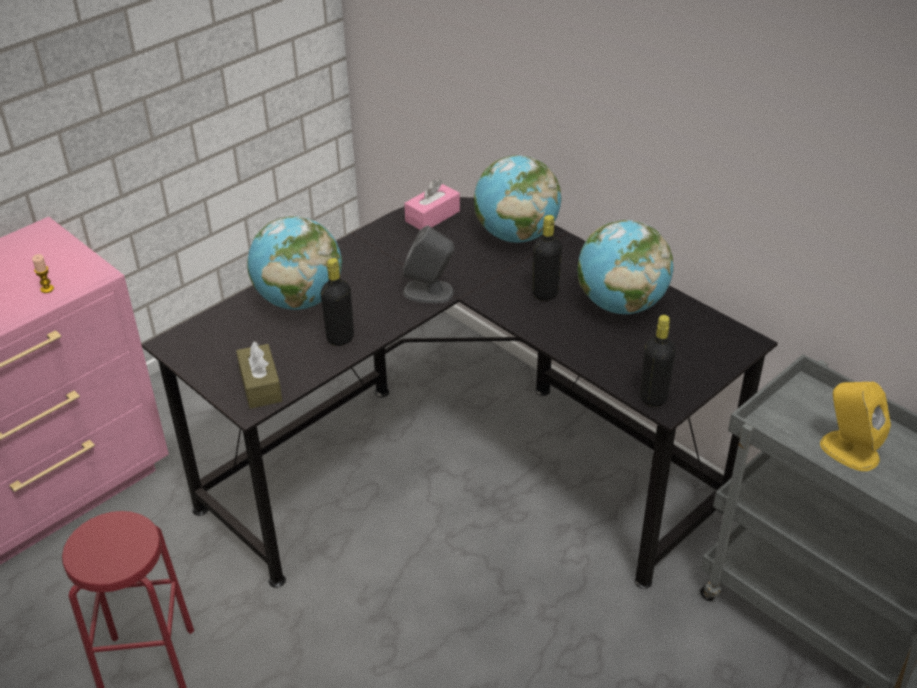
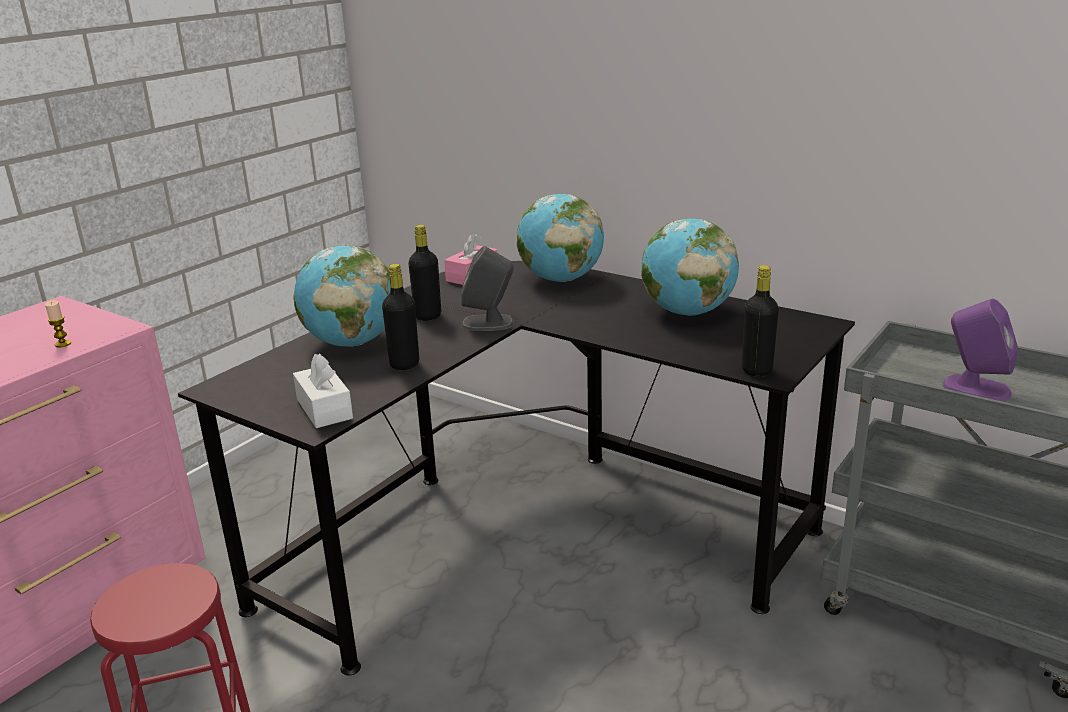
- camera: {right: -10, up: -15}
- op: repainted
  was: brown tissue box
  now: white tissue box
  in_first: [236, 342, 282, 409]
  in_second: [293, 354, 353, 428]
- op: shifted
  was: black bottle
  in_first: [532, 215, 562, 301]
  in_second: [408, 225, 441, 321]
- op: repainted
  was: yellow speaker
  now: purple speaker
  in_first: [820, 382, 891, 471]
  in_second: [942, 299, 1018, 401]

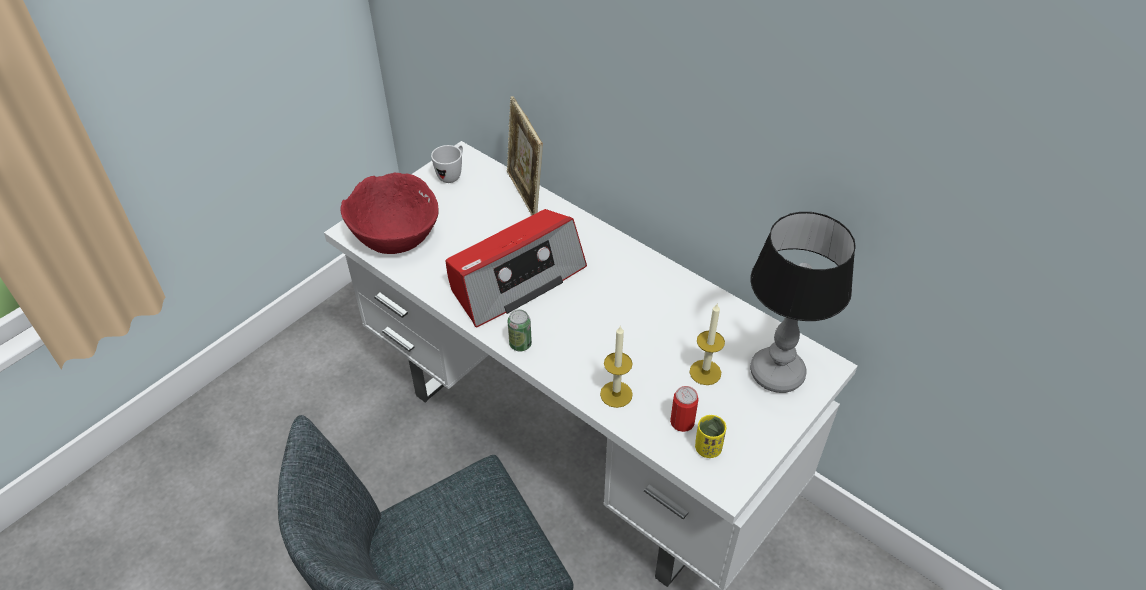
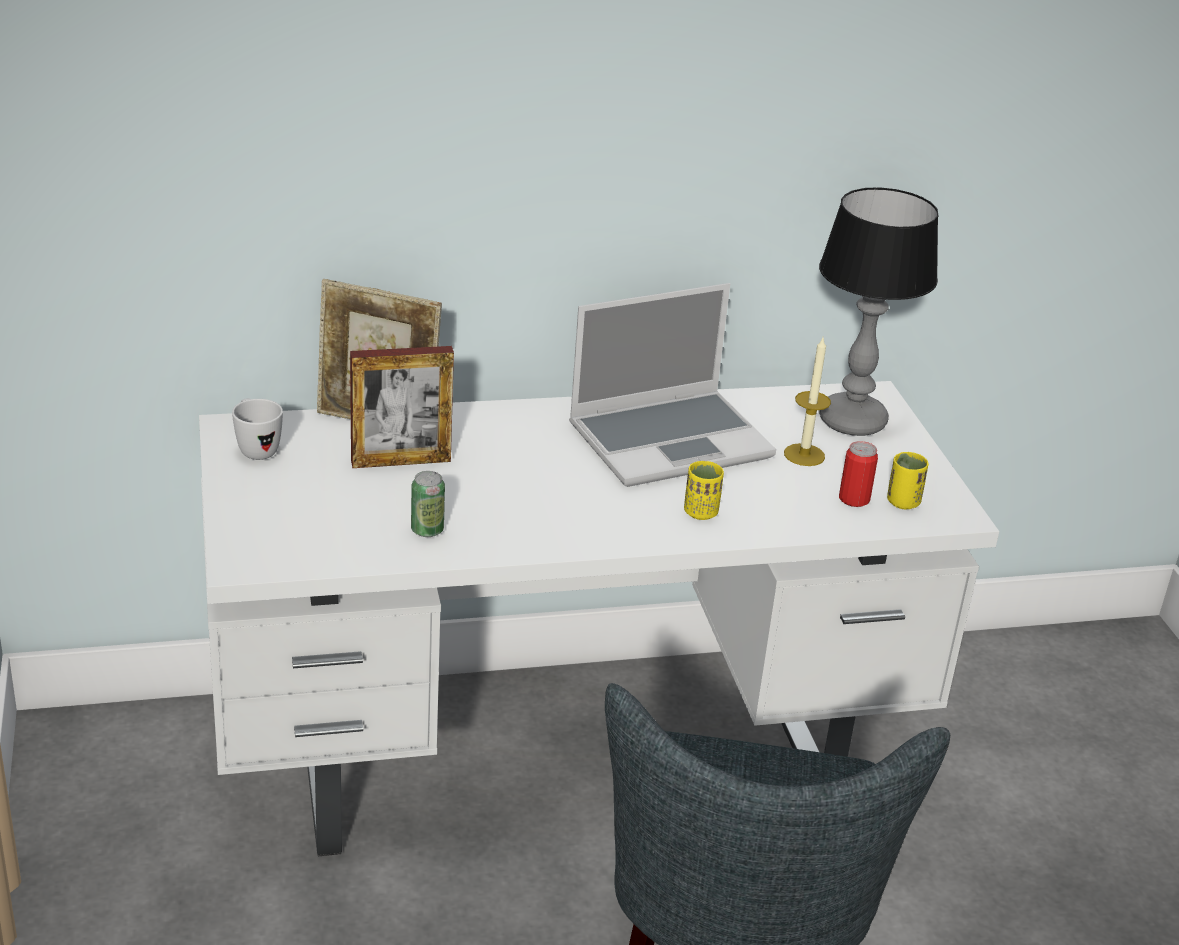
- camera: {right: -55, up: -15}
- op: gone
  was: red bowl
  in_first: [340, 172, 439, 254]
- op: gone
  was: radio
  in_first: [445, 209, 587, 327]
- op: shifted
  was: can
  in_first: [508, 310, 532, 352]
  in_second: [411, 471, 445, 537]
- op: gone
  was: candle
  in_first: [600, 326, 633, 408]
- op: new
  now: picture frame
  in_second: [350, 346, 454, 468]
- op: new
  now: laptop
  in_second: [569, 283, 776, 487]
- op: new
  now: yellow cup
  in_second: [684, 461, 724, 520]

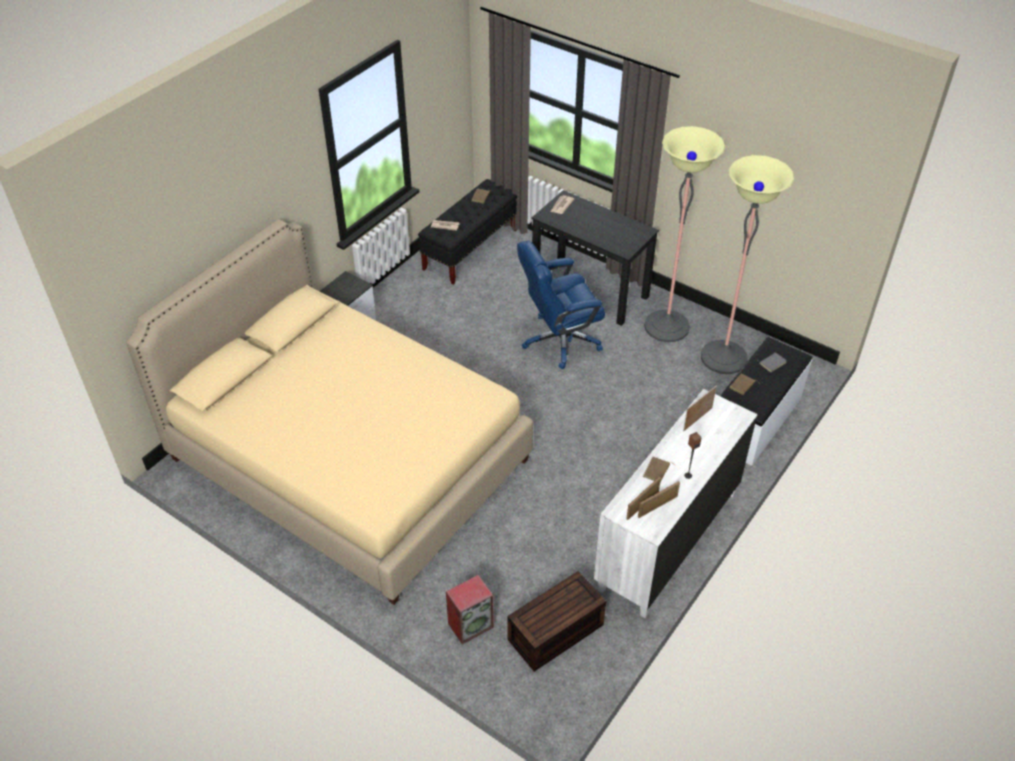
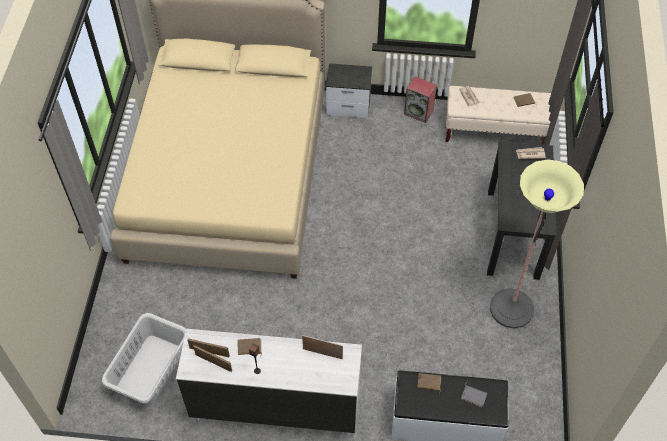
- camera: {right: 60, up: 10}
- op: repainted
  was: black bench
  now: beige bench
  in_first: [418, 179, 517, 285]
  in_second: [446, 86, 551, 145]
- op: shifted
  was: speaker
  in_first: [446, 575, 494, 644]
  in_second: [404, 77, 437, 123]
- op: swapped
  was: brown storage box
  now: grey laundry basket
  in_first: [508, 571, 606, 672]
  in_second: [102, 313, 186, 405]
- op: gone
  was: blue office chair
  in_first: [517, 241, 605, 369]
- op: gone
  was: floor lamp
  in_first: [701, 155, 794, 374]

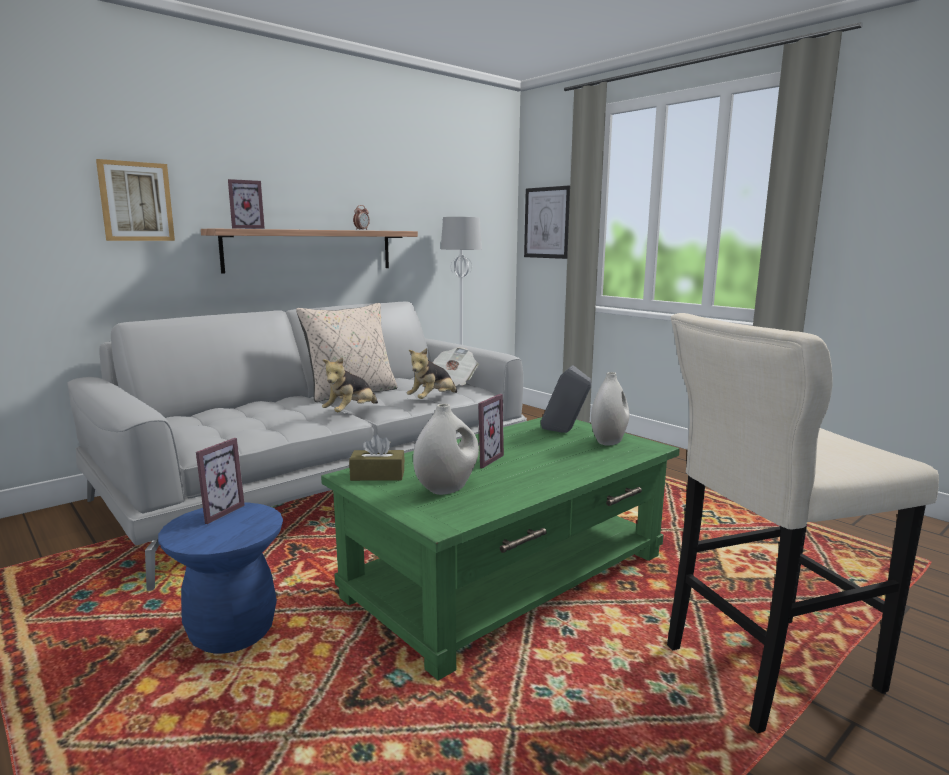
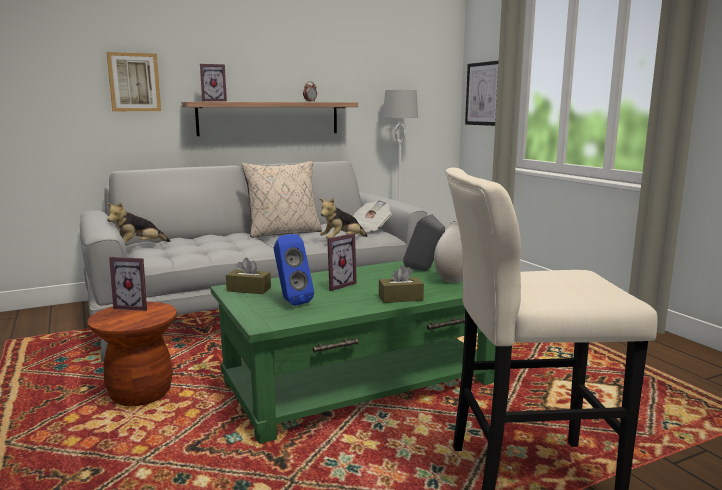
- camera: {right: 15, up: 0}
- op: repainted
  was: blue stool
  now: brown stool
  in_first: [158, 503, 283, 653]
  in_second: [87, 302, 177, 406]
- op: rotated
  was: picture frame
  in_first: [196, 438, 245, 524]
  in_second: [109, 257, 147, 311]
  clockwise: 60
- op: shifted
  was: plush toy
  in_first: [322, 357, 378, 412]
  in_second: [107, 202, 170, 243]
- op: swapped
  was: white vase
  now: blue speaker
  in_first: [413, 404, 479, 495]
  in_second: [274, 234, 314, 306]
- op: new
  now: brown tissue box
  in_second: [379, 265, 424, 303]

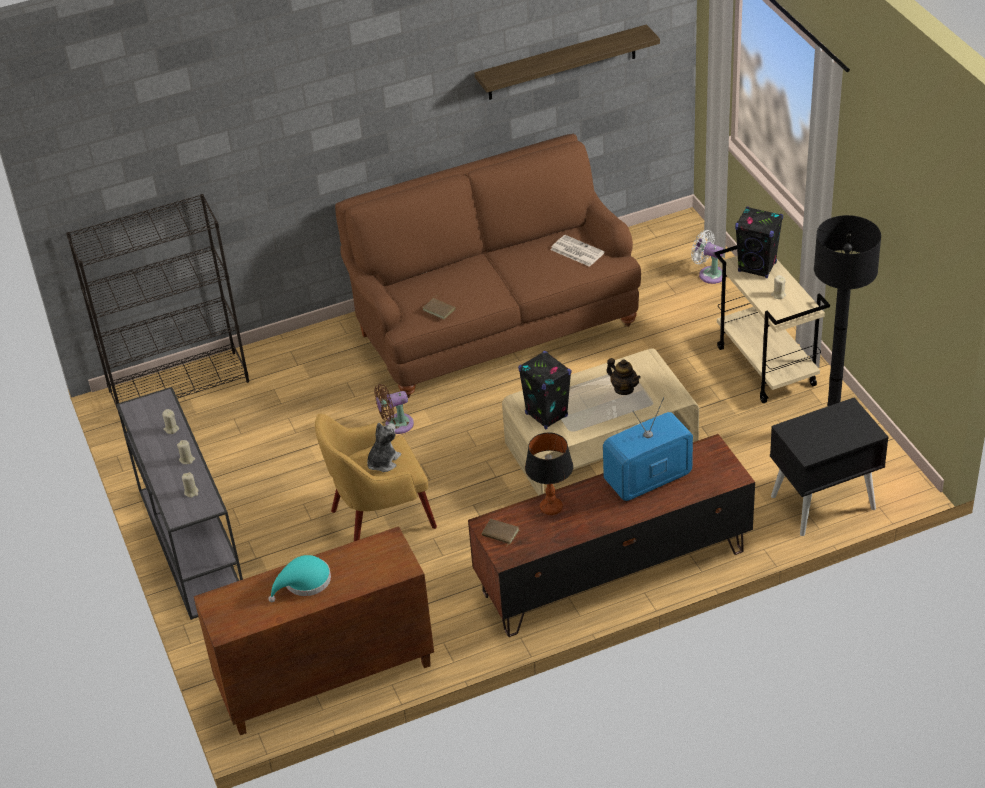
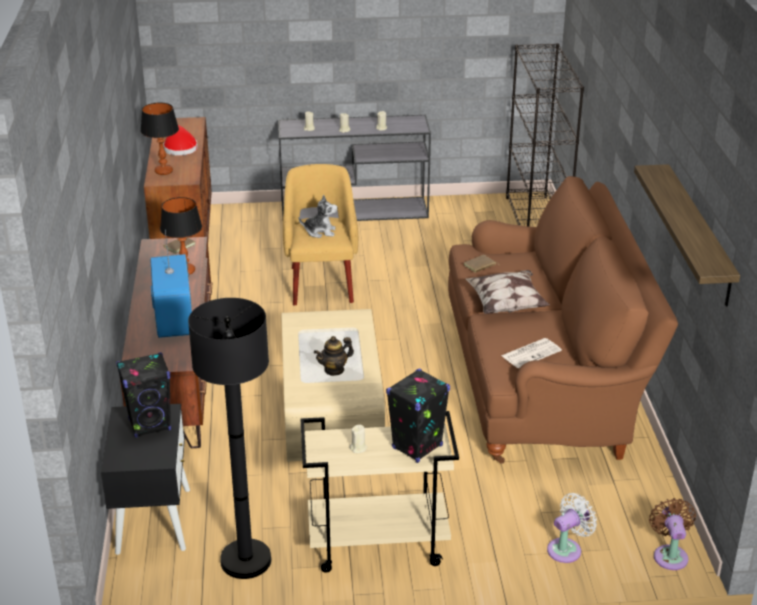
- camera: {right: 105, up: -10}
- op: repainted
  was: turquoise hat
  now: red hat
  in_first: [268, 555, 331, 602]
  in_second: [163, 125, 198, 156]
- op: rotated
  was: plush toy
  in_first: [367, 422, 401, 472]
  in_second: [299, 195, 338, 238]
  clockwise: -45
- op: shifted
  was: brown fan
  in_first: [374, 384, 414, 434]
  in_second: [649, 498, 696, 570]
- op: shifted
  was: black speaker
  in_first: [518, 351, 572, 429]
  in_second: [116, 352, 171, 438]
- op: new
  now: table lamp
  in_second: [140, 103, 179, 175]
- op: new
  now: pillow
  in_second: [466, 270, 550, 314]

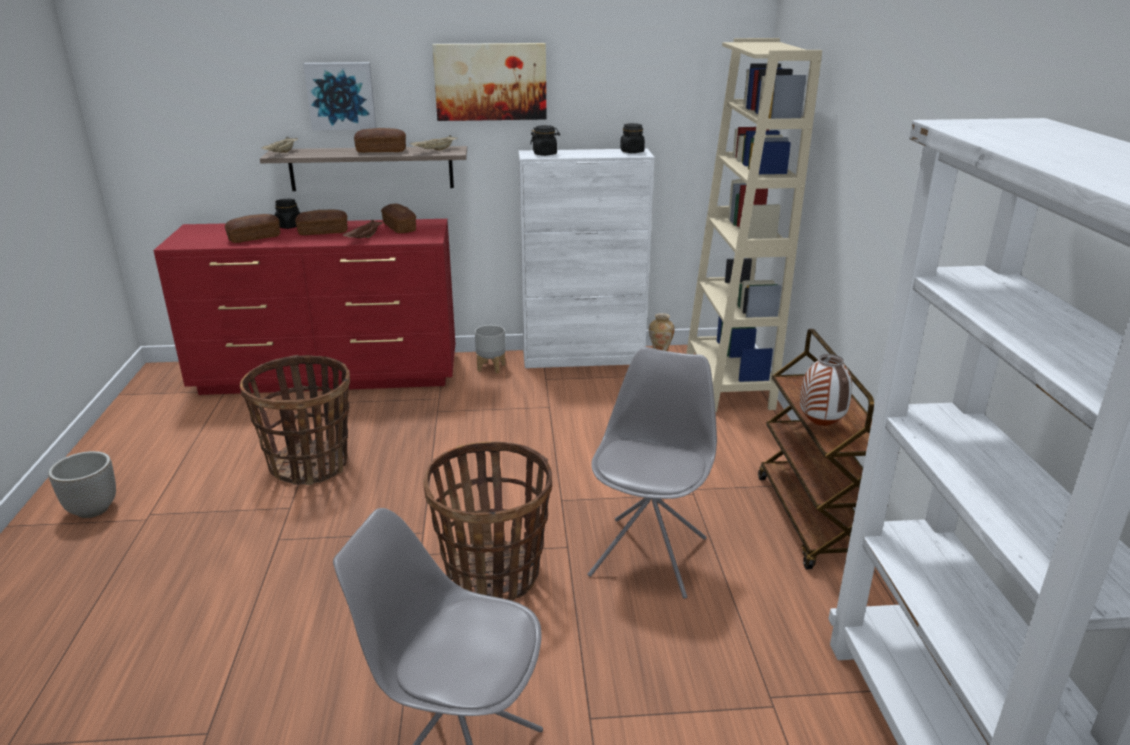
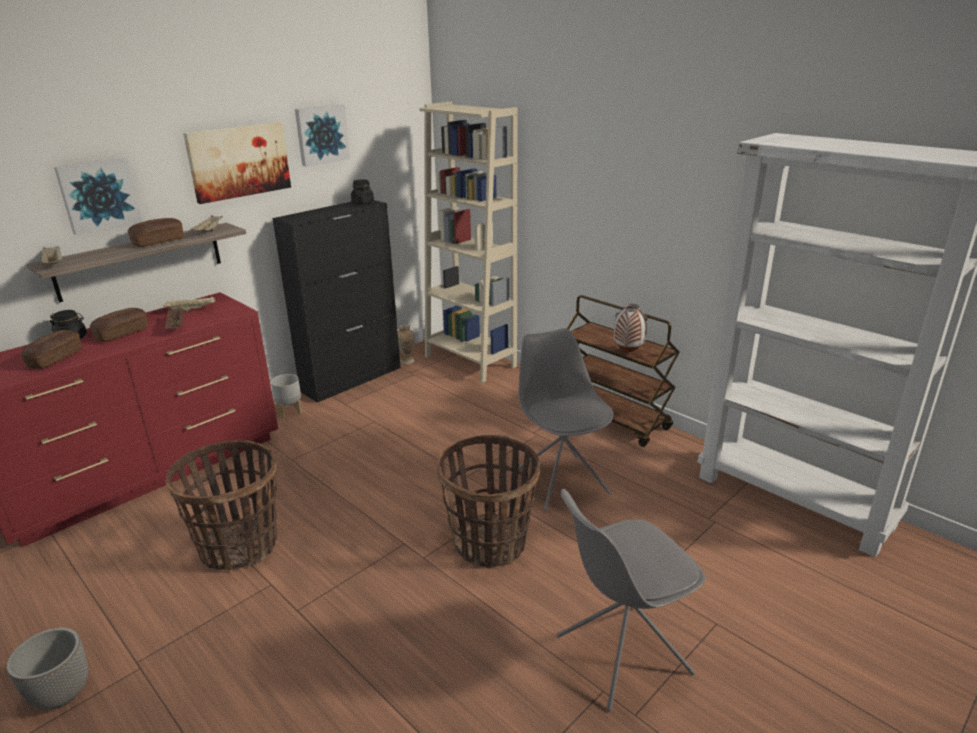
- camera: {right: -40, up: 0}
- op: swapped
  was: bread
  now: beige tray
  in_first: [381, 204, 416, 233]
  in_second: [163, 296, 215, 312]
- op: repainted
  was: white cabinet
  now: black cabinet
  in_first: [519, 148, 655, 368]
  in_second: [272, 200, 401, 403]
- op: gone
  was: black jar
  in_first: [530, 125, 560, 156]
- op: new
  now: picture
  in_second: [295, 104, 350, 166]

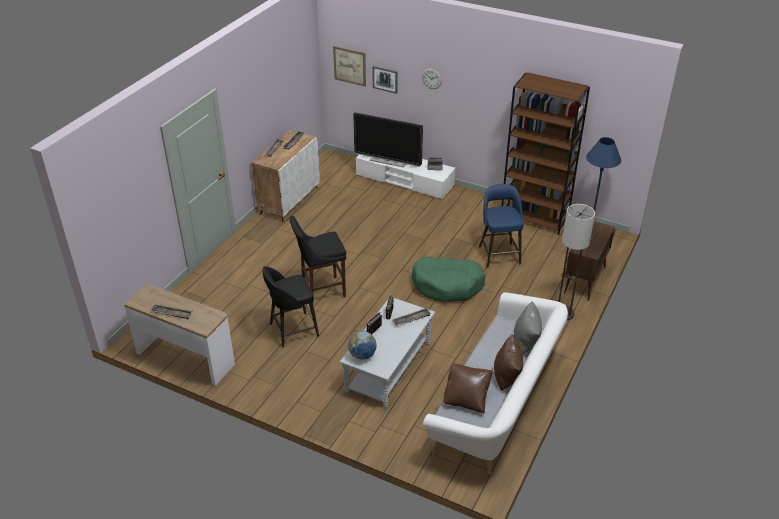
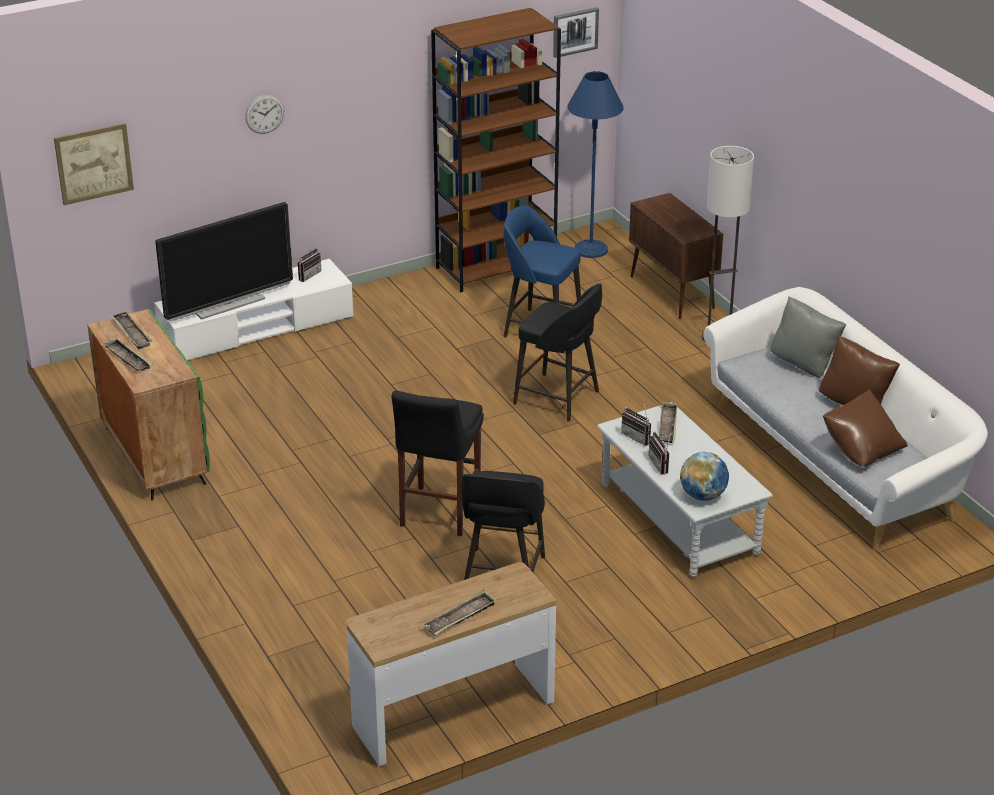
- camera: {right: -55, up: -5}
- op: repainted
  was: white cabinet
  now: green cabinet
  in_first: [252, 130, 320, 222]
  in_second: [87, 309, 210, 500]
- op: shifted
  was: picture
  in_first: [372, 66, 398, 94]
  in_second: [553, 7, 599, 58]
- op: swapped
  was: green dog bed
  now: black stool
  in_first: [412, 256, 486, 302]
  in_second: [513, 284, 602, 422]

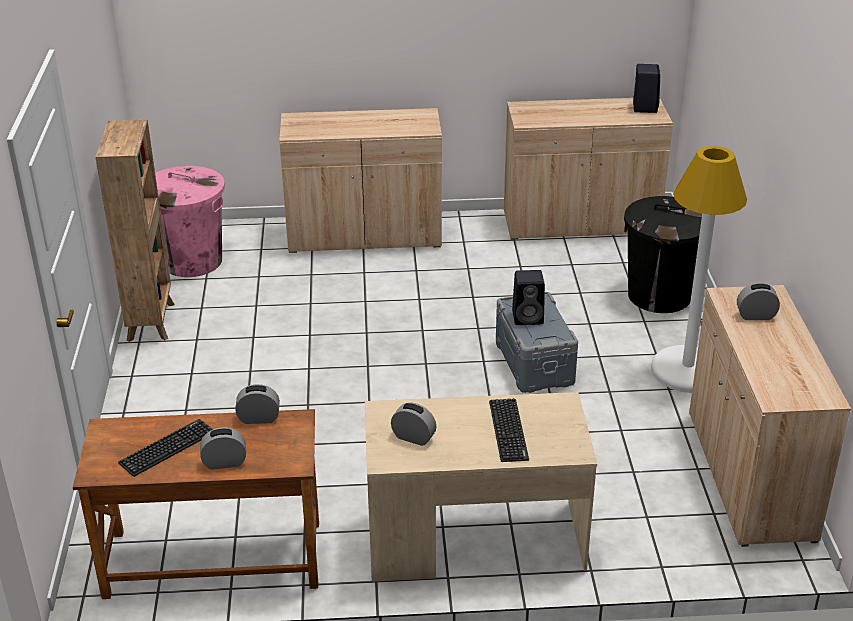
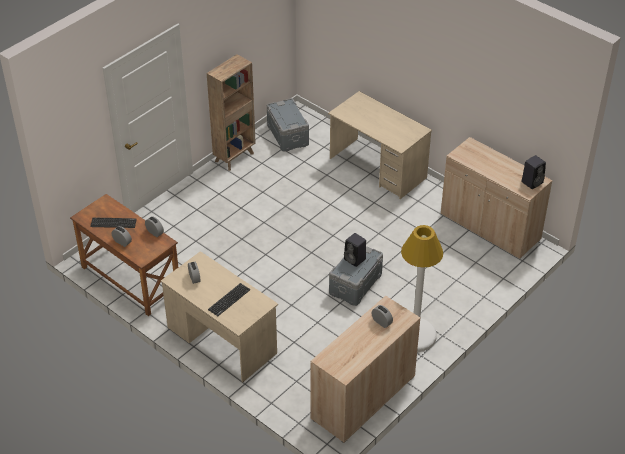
- camera: {right: 45, up: 10}
- op: swapped
  was: pink trash can
  now: grey storage box
  in_first: [155, 166, 225, 277]
  in_second: [267, 98, 309, 152]
- op: swapped
  was: beige cabinet
  now: beige desk
  in_first: [279, 108, 442, 253]
  in_second: [328, 91, 432, 199]
- op: gone
  was: black trash can
  in_first: [624, 196, 702, 313]

